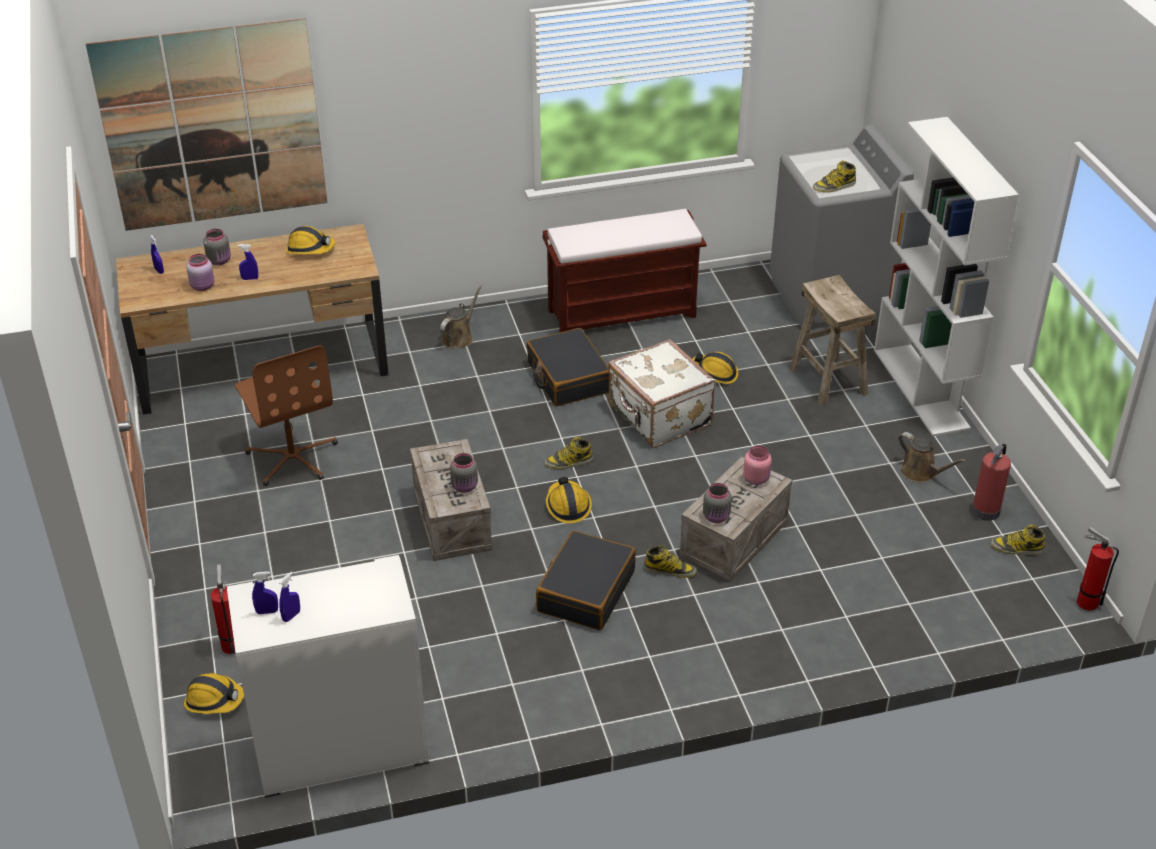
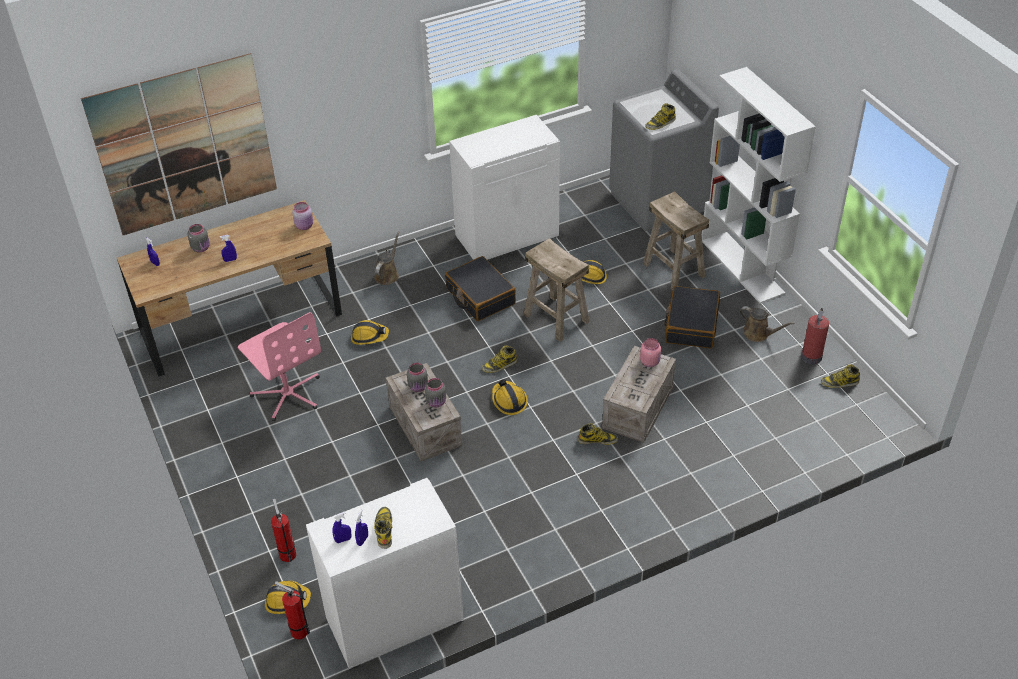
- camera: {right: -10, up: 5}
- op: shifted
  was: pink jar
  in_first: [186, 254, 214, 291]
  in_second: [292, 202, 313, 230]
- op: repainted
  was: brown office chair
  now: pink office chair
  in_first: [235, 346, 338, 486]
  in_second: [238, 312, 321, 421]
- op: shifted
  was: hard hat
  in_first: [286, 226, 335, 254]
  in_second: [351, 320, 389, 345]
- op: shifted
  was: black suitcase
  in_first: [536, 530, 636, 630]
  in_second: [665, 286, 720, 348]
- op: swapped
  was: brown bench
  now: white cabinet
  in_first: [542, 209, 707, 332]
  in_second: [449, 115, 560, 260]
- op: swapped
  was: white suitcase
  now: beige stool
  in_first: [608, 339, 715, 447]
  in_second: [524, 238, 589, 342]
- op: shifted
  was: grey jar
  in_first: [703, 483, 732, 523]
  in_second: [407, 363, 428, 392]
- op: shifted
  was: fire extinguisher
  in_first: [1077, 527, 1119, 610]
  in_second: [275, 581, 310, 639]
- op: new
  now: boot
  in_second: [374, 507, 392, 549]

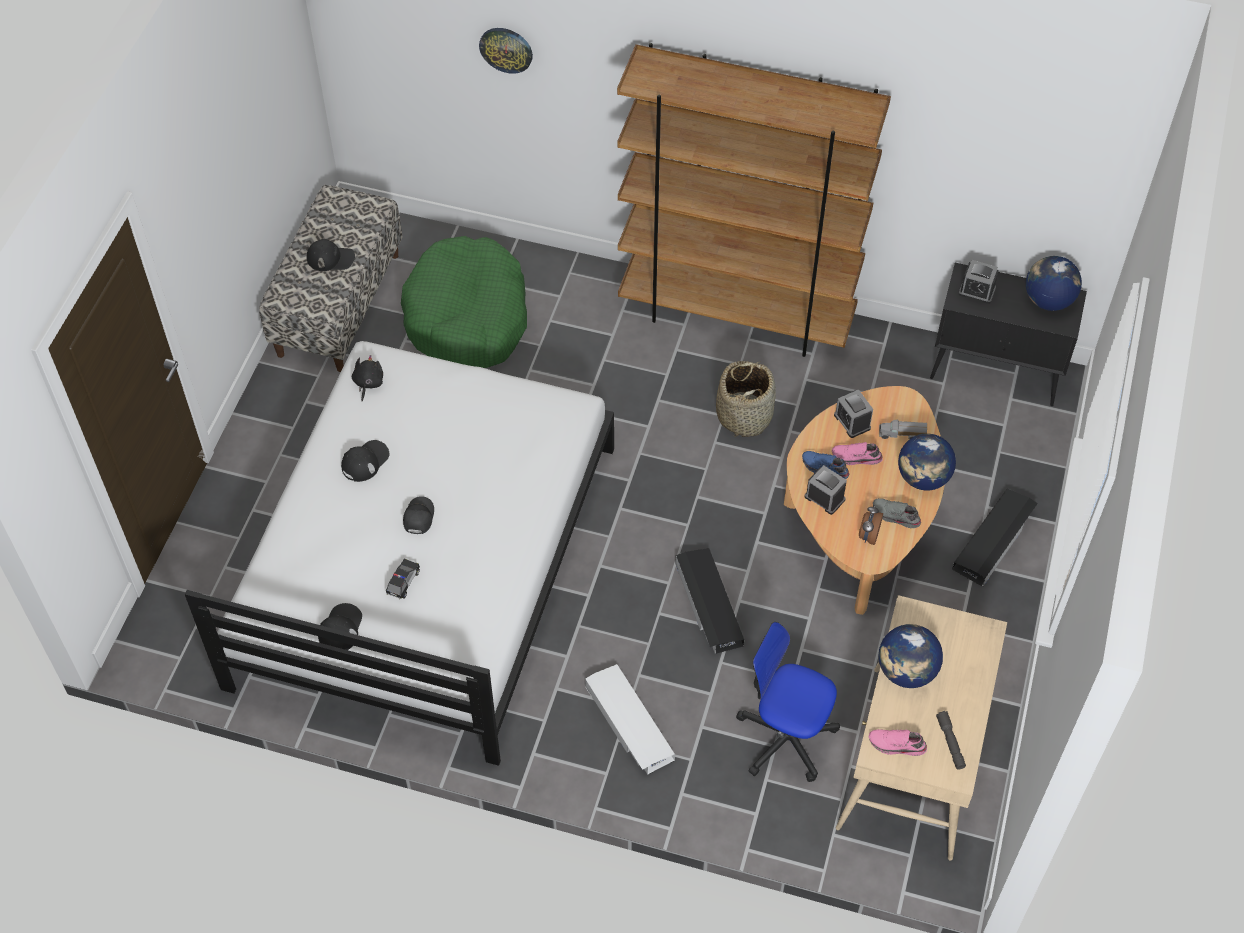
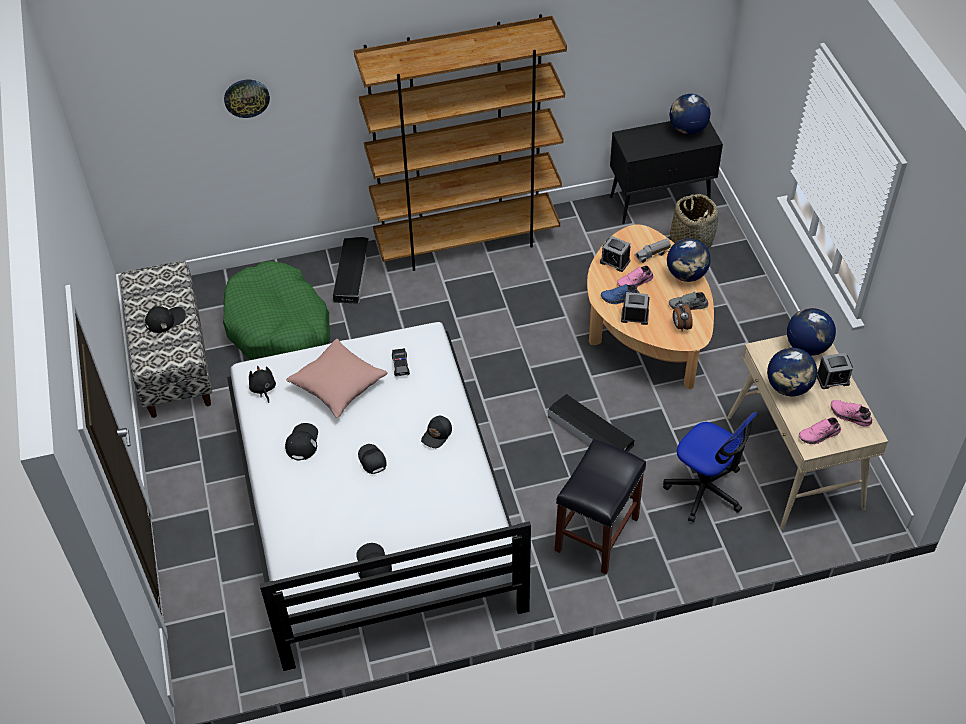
- camera: {right: -30, up: -5}
- op: shifted
  was: toy car
  in_first: [386, 559, 420, 600]
  in_second: [392, 348, 410, 377]
- op: swapped
  was: white storage box
  now: black stool
  in_first: [585, 664, 675, 775]
  in_second: [555, 439, 646, 574]
- op: shifted
  was: basket
  in_first: [716, 361, 776, 437]
  in_second: [670, 194, 718, 249]
- op: rotated
  was: office chair
  in_first: [736, 622, 840, 782]
  in_second: [663, 412, 757, 522]
  clockwise: -135
- op: swapped
  was: grey flashlight
  now: pink shoe
  in_first: [936, 711, 966, 770]
  in_second: [831, 400, 872, 427]
- op: shifted
  was: black storage box
  in_first: [952, 489, 1038, 587]
  in_second: [333, 237, 369, 304]
- op: shifted
  was: alarm clock
  in_first: [958, 260, 999, 304]
  in_second: [817, 353, 853, 389]
- op: new
  now: pink pillow
  in_second: [286, 339, 388, 418]
- op: new
  now: black cap
  in_second: [421, 416, 452, 448]
- op: new
  now: globe
  in_second: [787, 308, 836, 356]

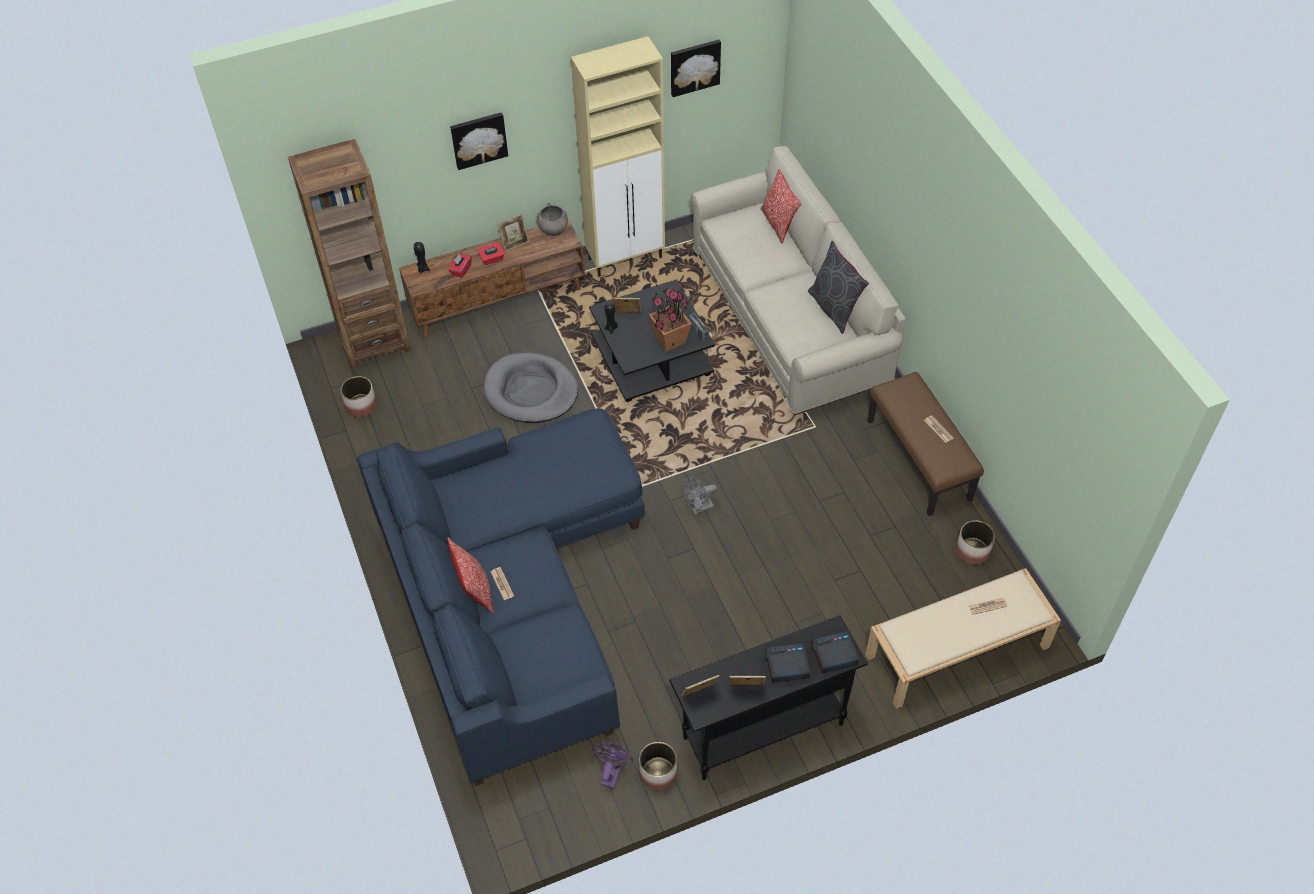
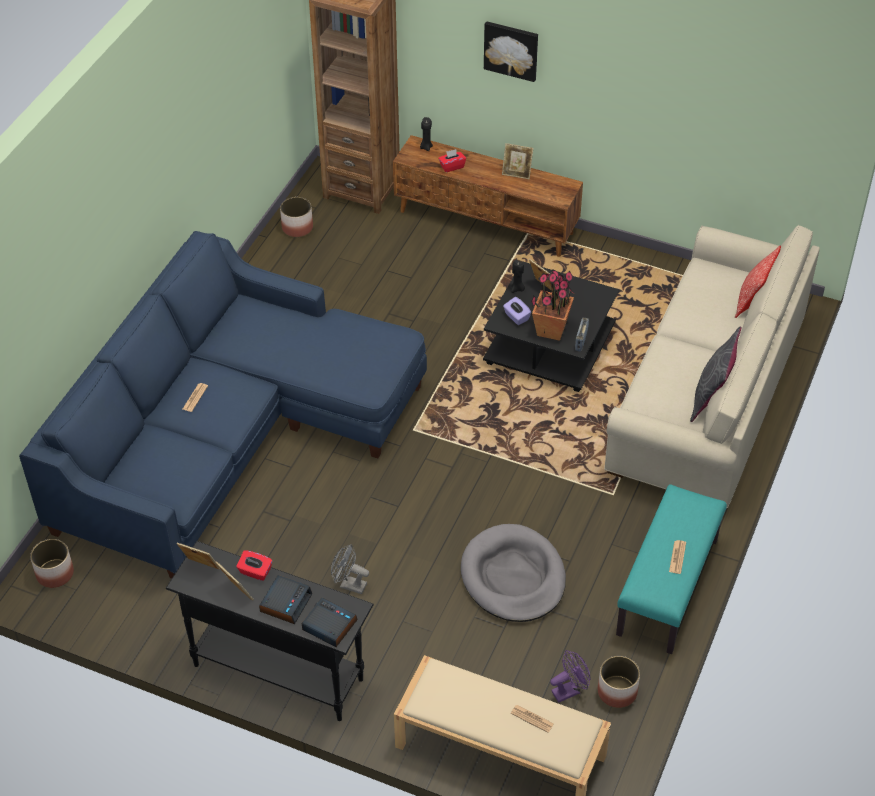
- camera: {right: 45, up: -5}
- op: gone
  was: pillow
  in_first: [447, 537, 495, 614]
- op: shifted
  was: red tissue box
  in_first: [478, 243, 504, 265]
  in_second: [236, 550, 272, 581]
- op: shifted
  was: grey dog bed
  in_first: [484, 353, 578, 423]
  in_second: [461, 524, 566, 622]
- op: gone
  was: grey bowl
  in_first: [537, 203, 568, 236]
- op: gone
  was: beige cabinet
  in_first: [571, 36, 665, 277]
- op: shifted
  was: purple fan
  in_first: [593, 742, 633, 789]
  in_second: [550, 650, 591, 703]
- op: shifted
  was: planter
  in_first: [639, 742, 677, 791]
  in_second: [30, 539, 74, 588]
- op: gone
  was: picture
  in_first: [671, 40, 721, 97]
- op: shifted
  was: grey fan
  in_first: [683, 475, 717, 514]
  in_second: [331, 544, 369, 594]
- op: rotated
  was: alarm clock
  in_first: [765, 643, 810, 683]
  in_second: [259, 575, 312, 624]
  clockwise: 75
- op: repainted
  was: brown bench
  now: turquoise bench
  in_first: [867, 372, 984, 516]
  in_second: [616, 484, 727, 654]
- op: new
  now: purple tissue box
  in_second: [503, 297, 531, 325]

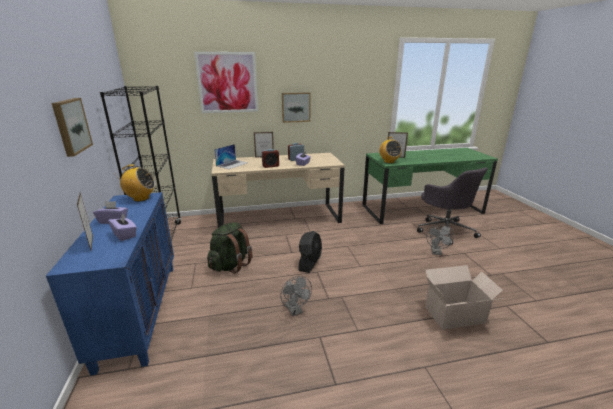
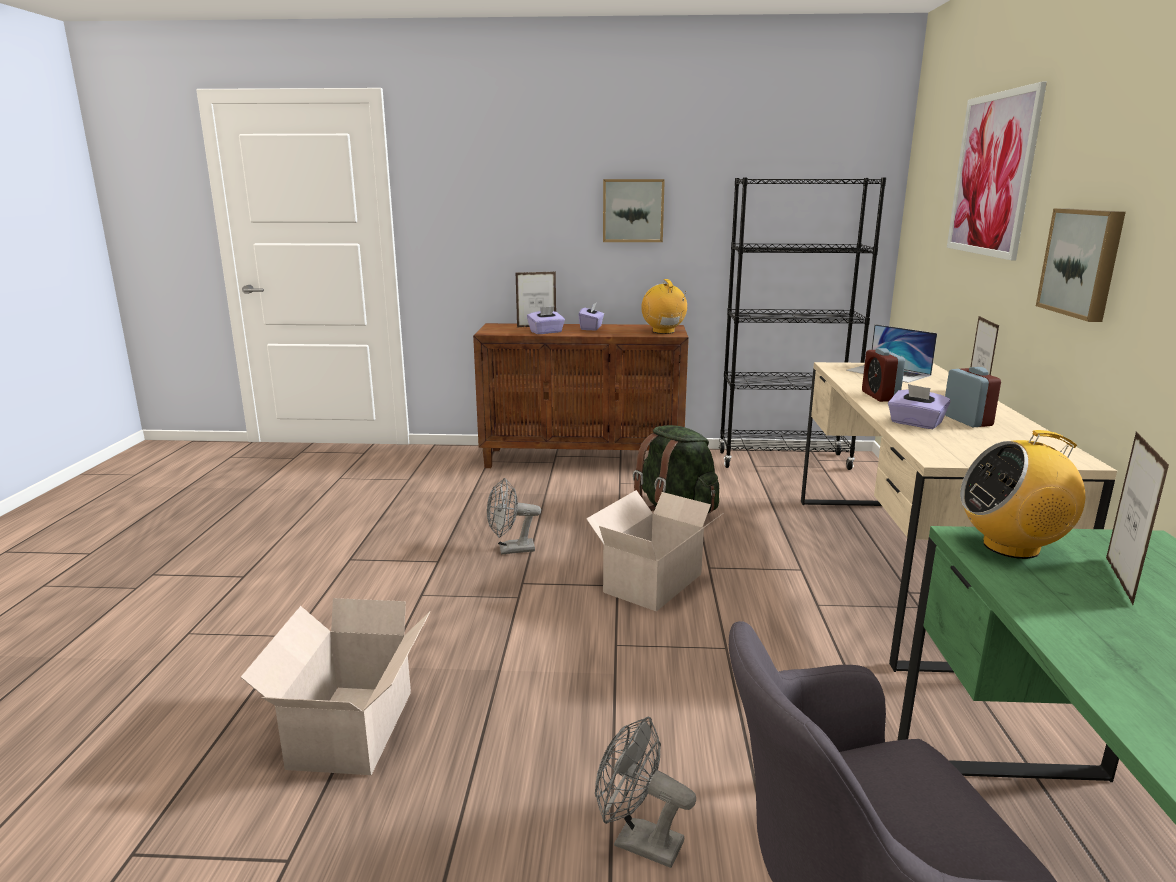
- camera: {right: 105, up: -5}
- op: repainted
  was: blue cabinet
  now: brown cabinet
  in_first: [46, 192, 174, 375]
  in_second: [473, 323, 689, 468]
- op: rotated
  was: radio
  in_first: [119, 164, 155, 201]
  in_second: [641, 279, 687, 334]
  clockwise: 150
- op: swapped
  was: black fan
  now: cardboard box
  in_first: [298, 231, 322, 273]
  in_second: [586, 490, 722, 612]

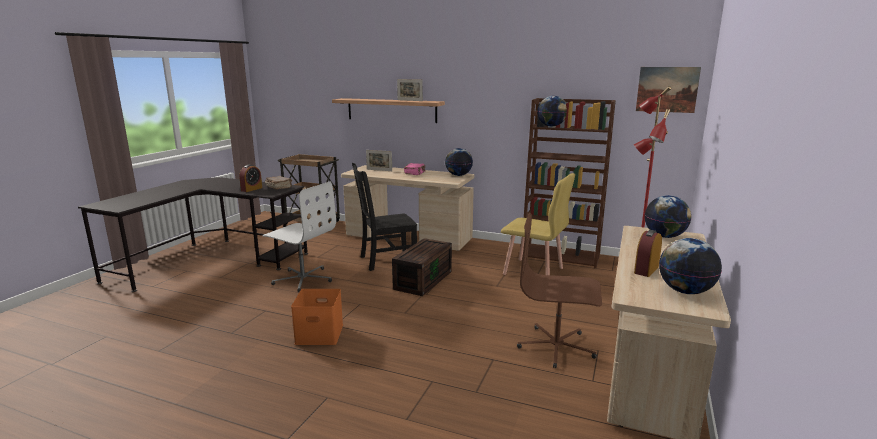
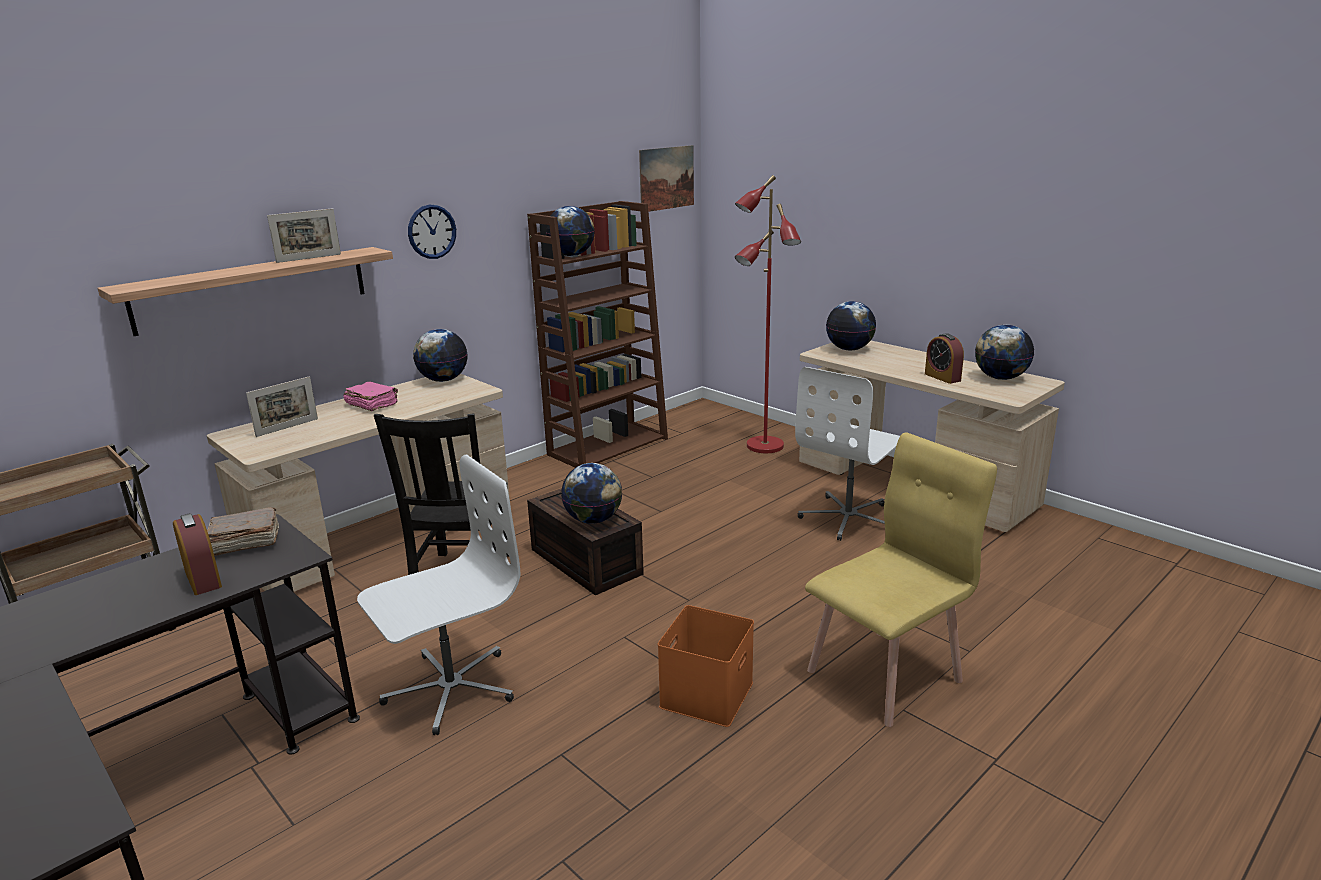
- camera: {right: -65, up: 5}
- op: shifted
  was: yellow chair
  in_first: [501, 173, 575, 275]
  in_second: [805, 432, 997, 727]
- op: repainted
  was: brown office chair
  now: white office chair
  in_first: [517, 212, 602, 368]
  in_second: [795, 367, 900, 541]
- op: new
  now: wall clock
  in_second: [408, 205, 456, 259]
- op: new
  now: globe
  in_second: [561, 463, 622, 524]

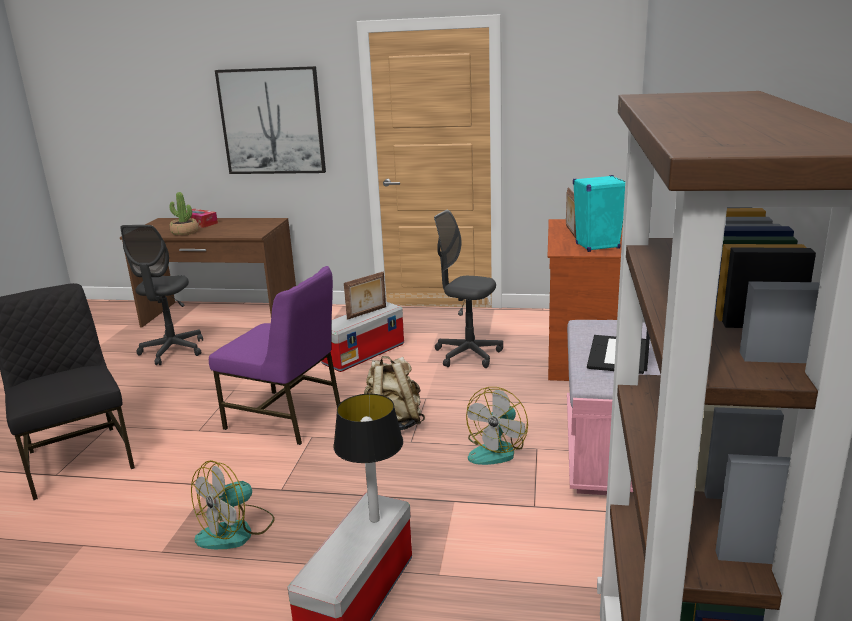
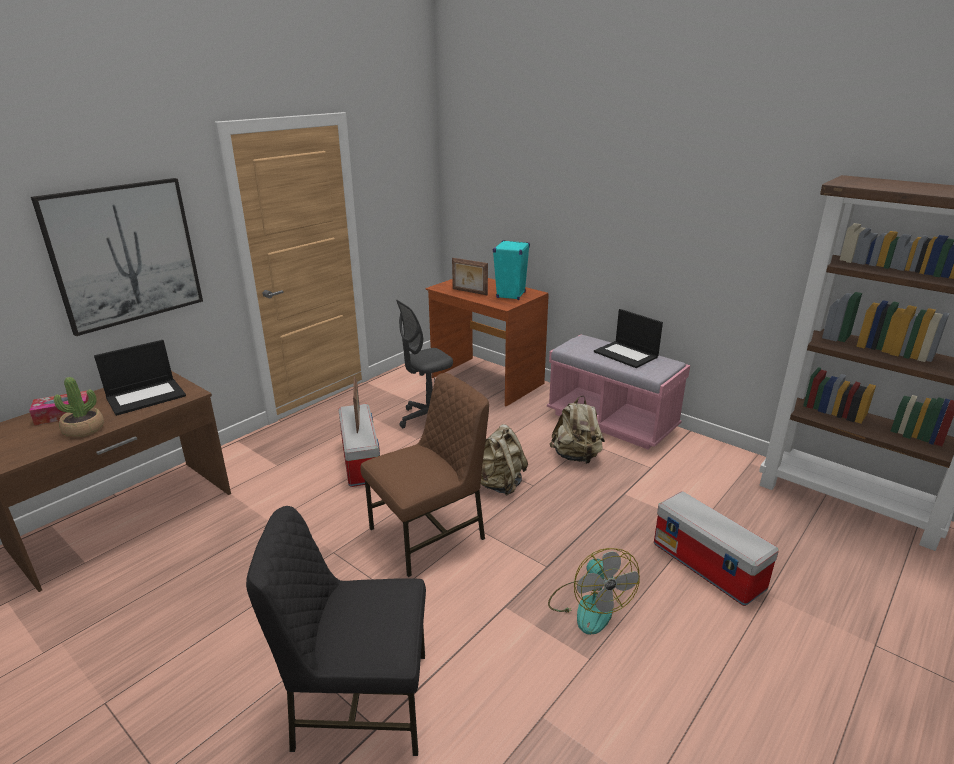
- camera: {right: -60, up: 5}
- op: gone
  was: grey office chair
  in_first: [120, 225, 203, 365]
- op: repainted
  was: purple chair
  now: brown chair
  in_first: [209, 266, 340, 445]
  in_second: [361, 373, 489, 577]
- op: gone
  was: table lamp
  in_first: [333, 394, 403, 522]
- op: swapped
  was: fan
  now: beige backpack
  in_first: [466, 387, 528, 465]
  in_second: [550, 396, 605, 464]
- op: new
  now: laptop
  in_second: [94, 340, 186, 416]

